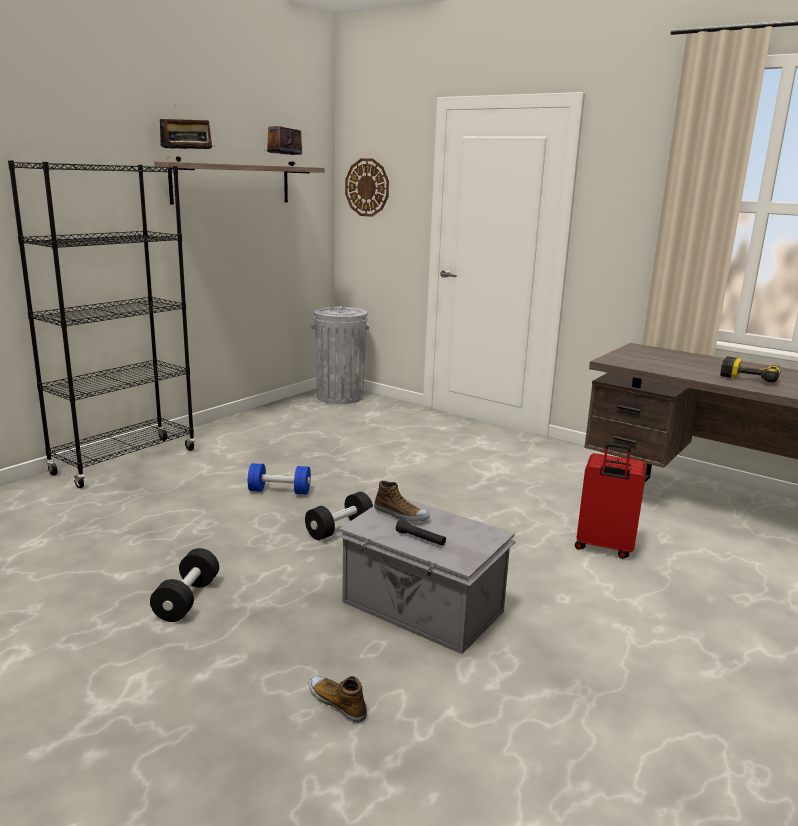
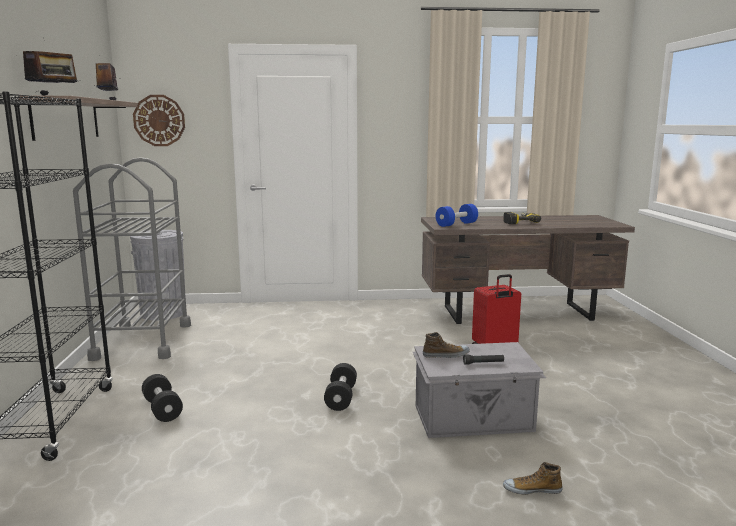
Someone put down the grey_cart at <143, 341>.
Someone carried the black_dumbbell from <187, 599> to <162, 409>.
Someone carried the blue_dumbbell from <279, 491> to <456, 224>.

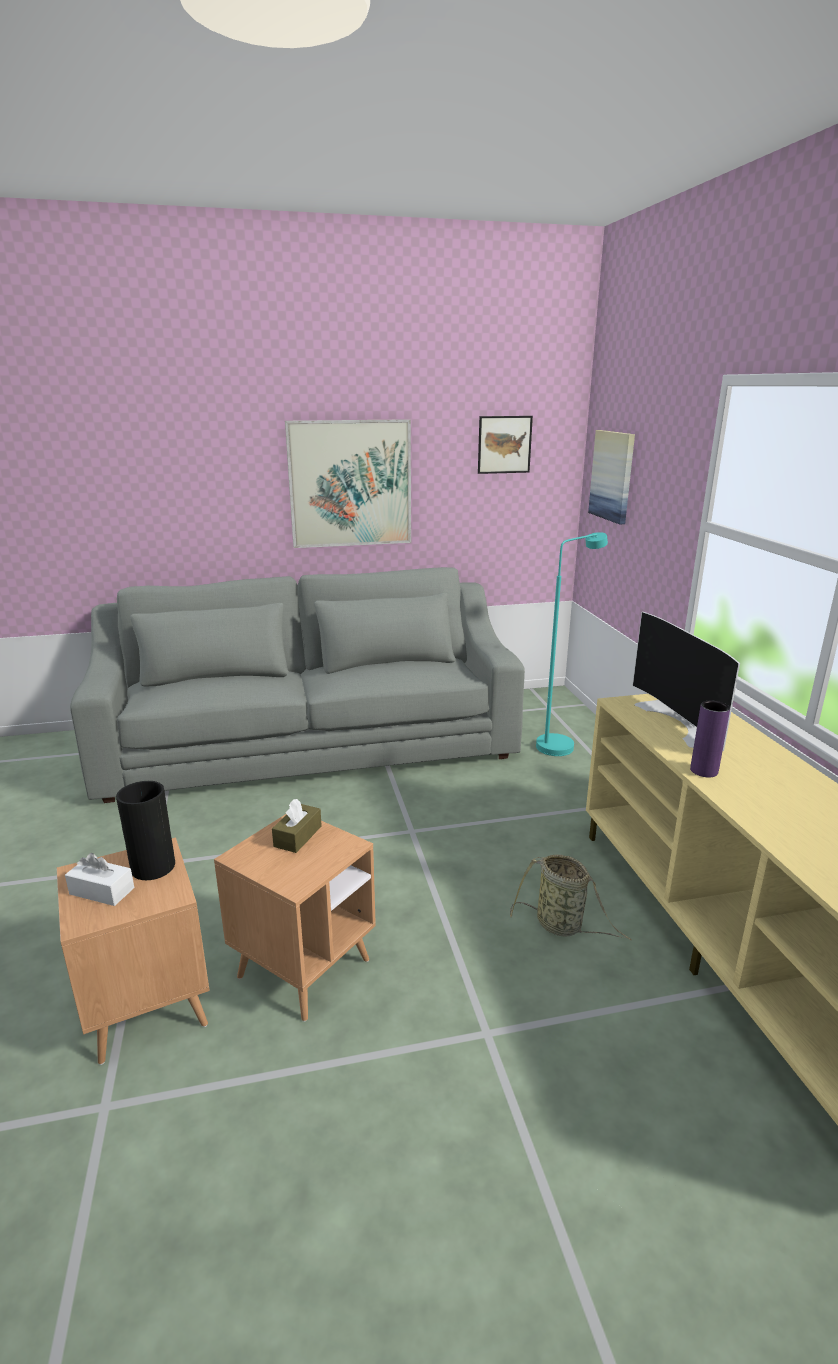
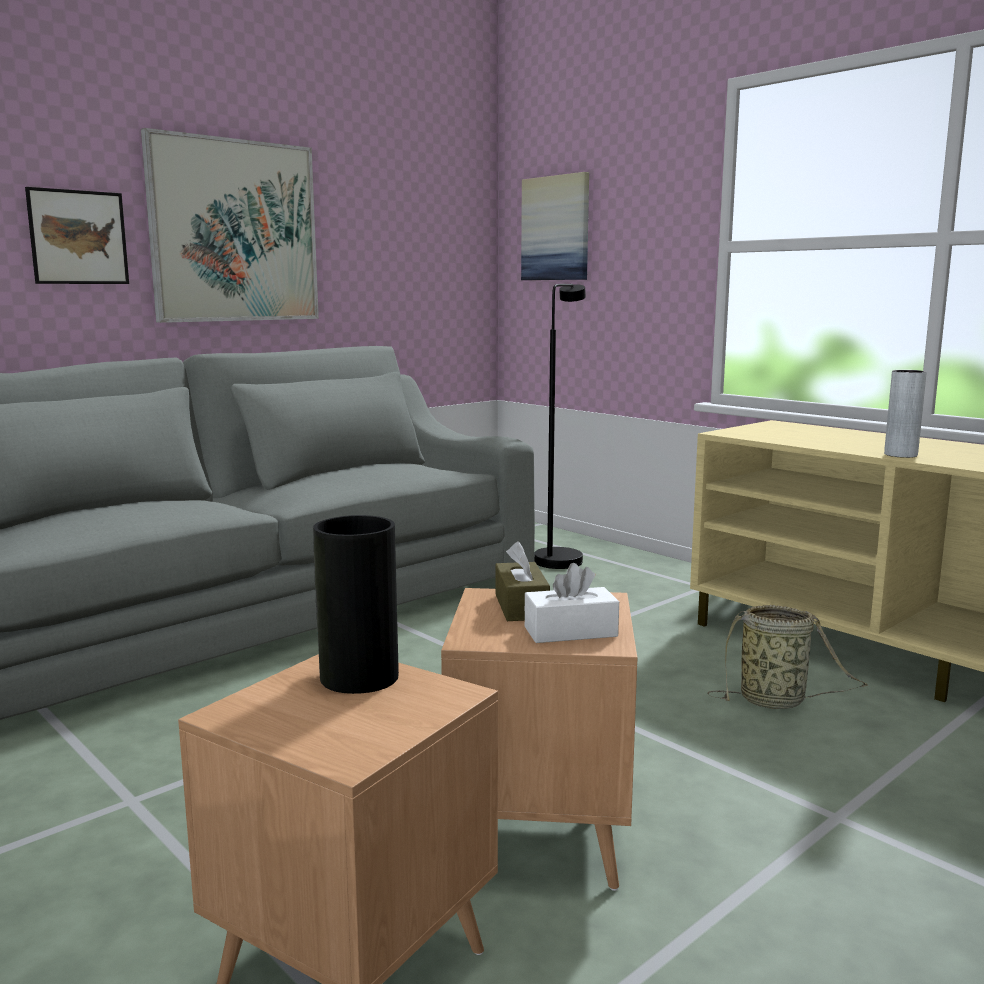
Someone took away the television at <682, 722>.
Someone carried the white_tissue_box from <102, 891> to <570, 631>.
Someone carried the picture from <504, 444> to <78, 237>.
Someone repainted the turquoise_floor_lamp at <560, 743>, which became the black_floor_lamp at <560, 557>.
Someone repainted the purple_vase at <704, 771>, which became the grey_vase at <900, 455>.

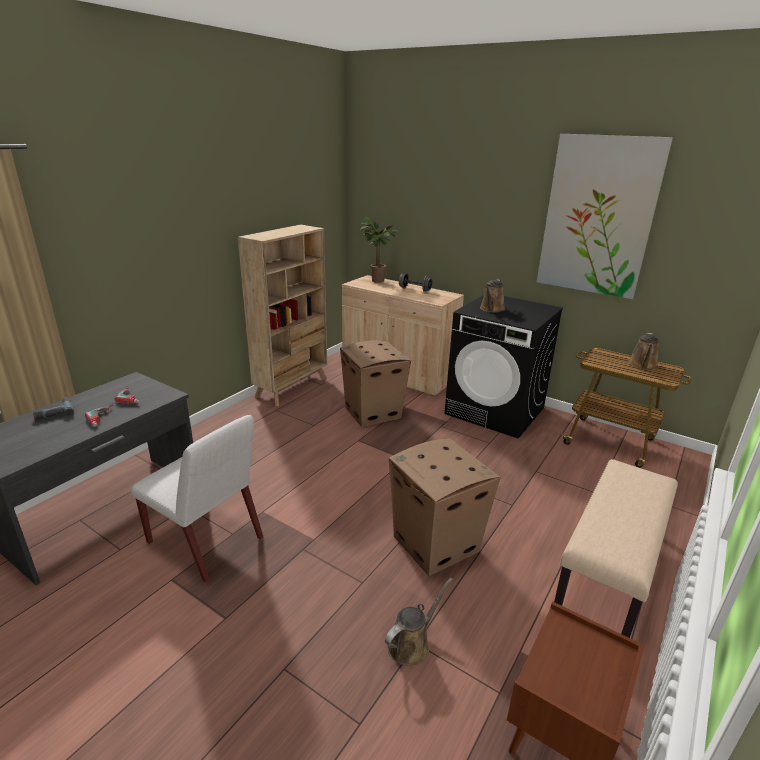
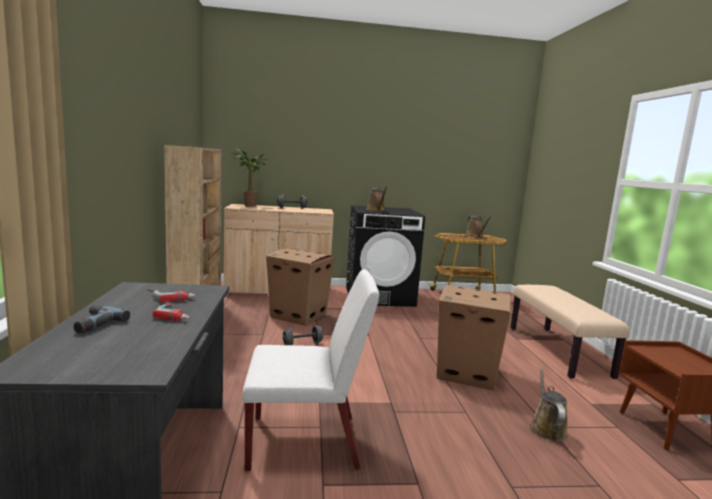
Someone took away the picture at <598, 217>.
Someone put down the grey_dumbbell at <302, 344>.

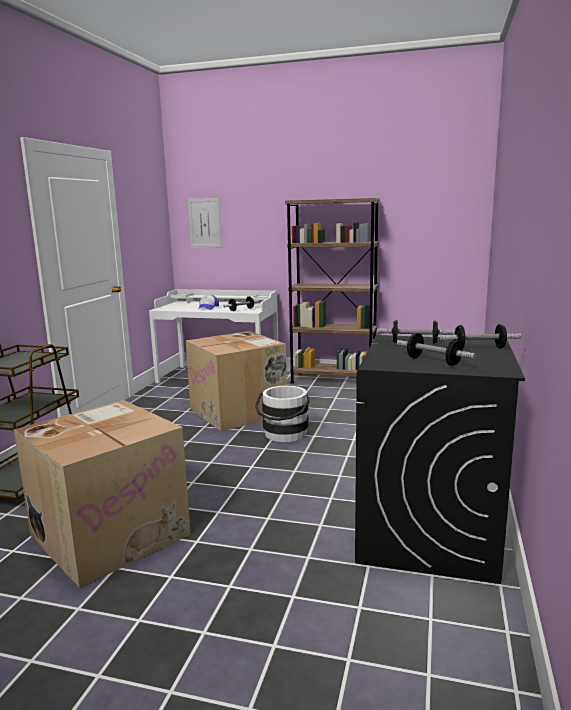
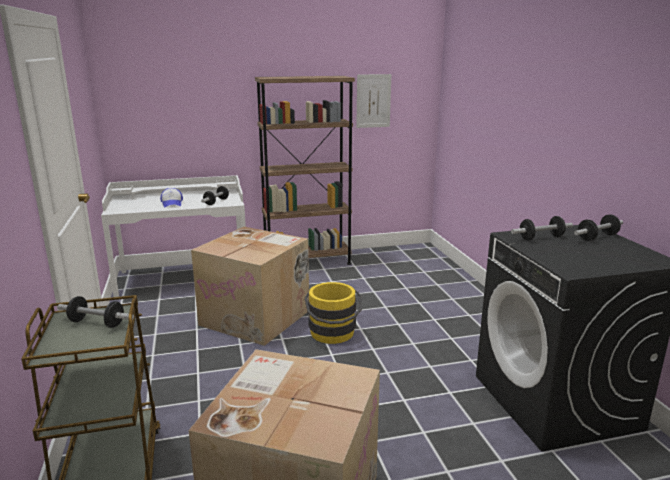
Someone carried the picture from <204, 223> to <373, 101>.
Someone carried the dumbbell from <433, 361> to <97, 323>.
Someone repainted the white_bucket at <284, 435>, which became the yellow_bucket at <333, 335>.

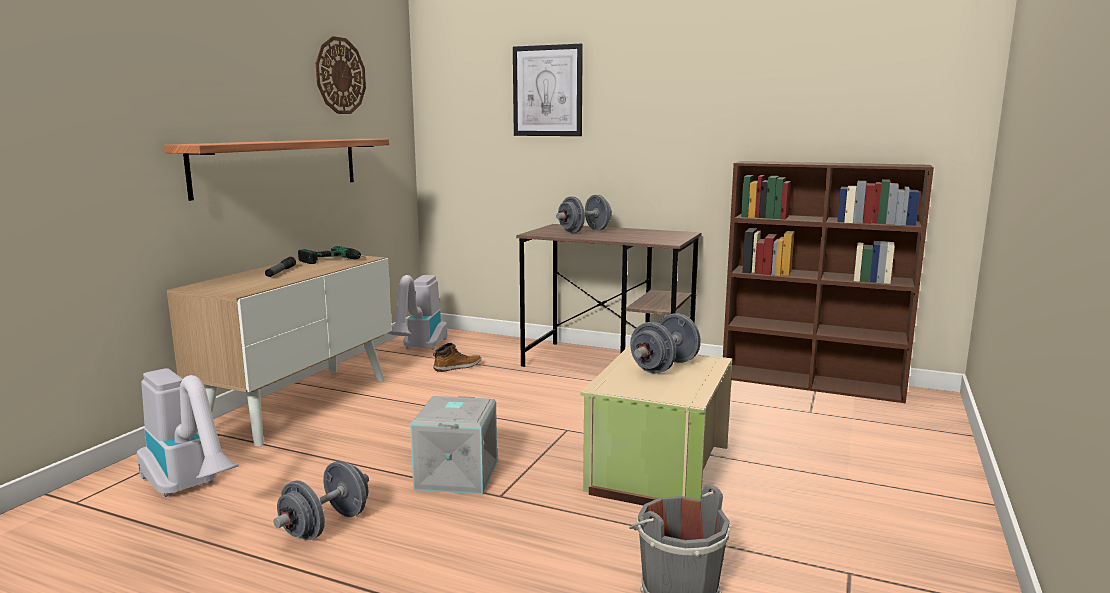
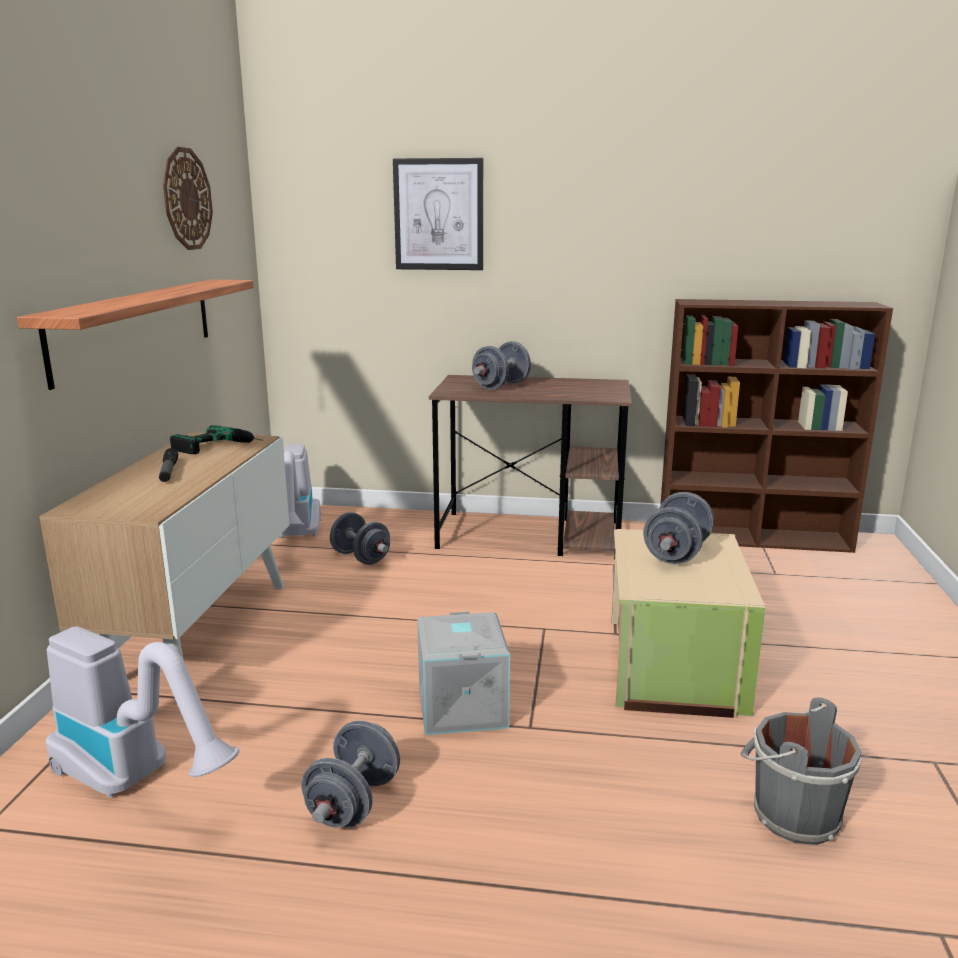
Someone swapped the boot at <457, 367> for the grey_dumbbell at <360, 557>.

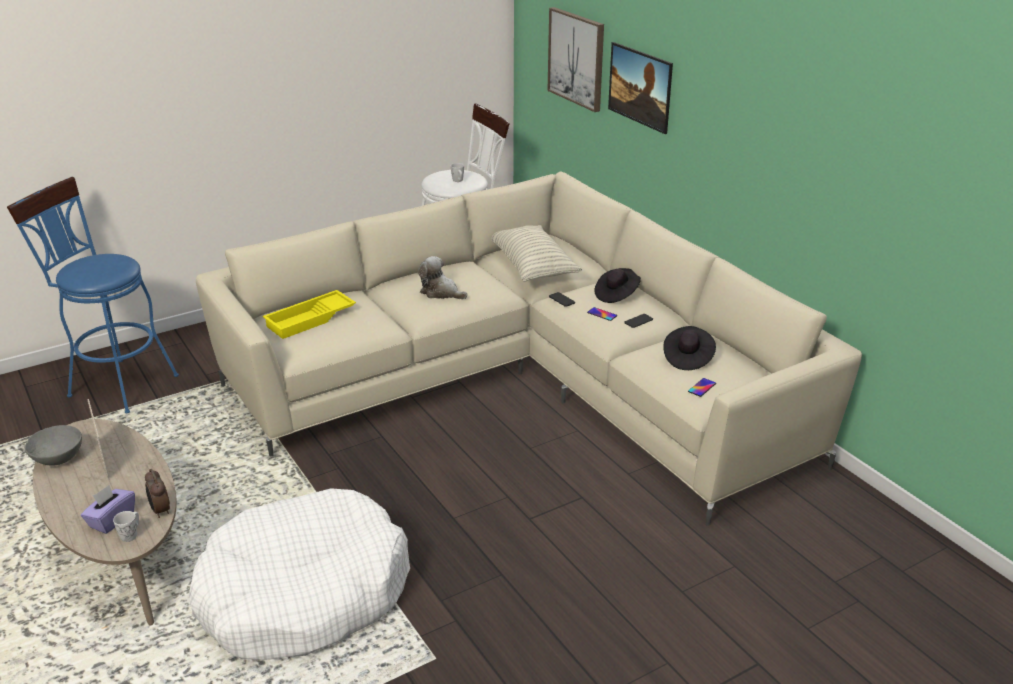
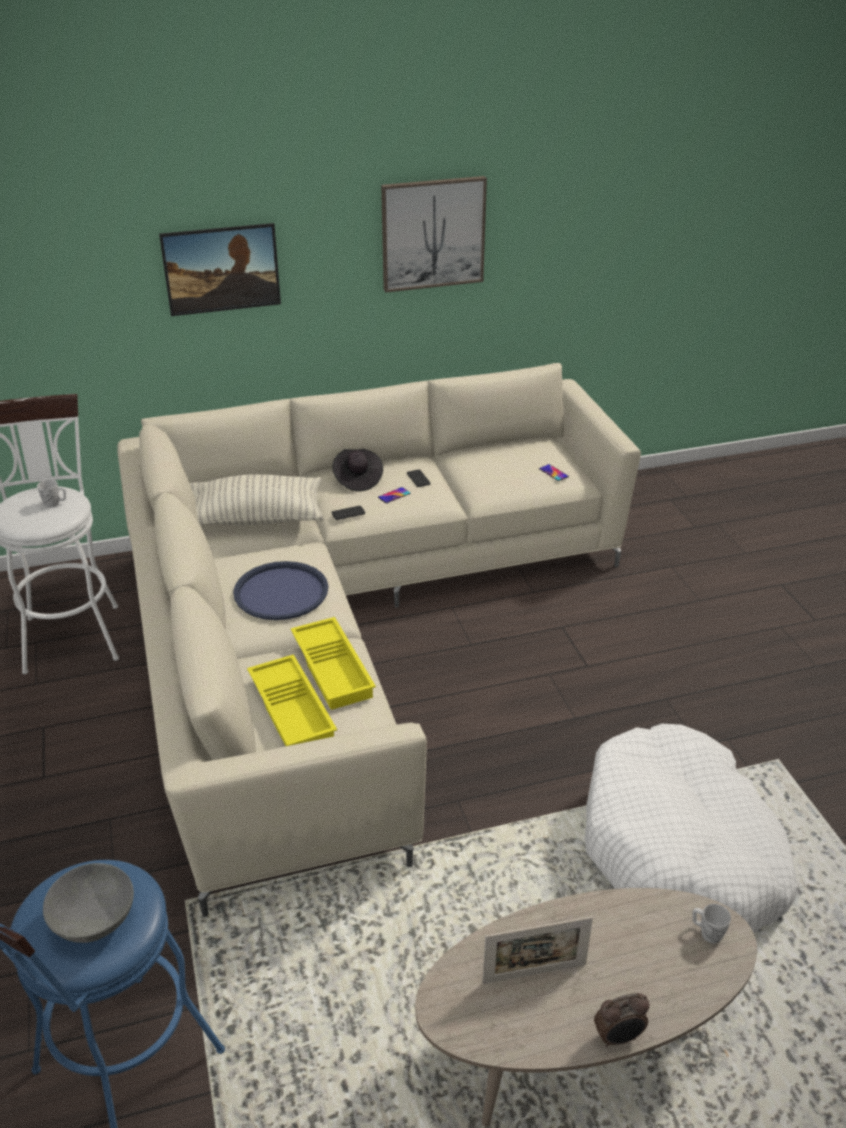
Someone took away the purple_tissue_box at <111, 520>.
Someone took away the black_hat at <687, 358>.
Someone put down the yellow_tray at <334, 668>.
Someone carried the grey_bowl from <58, 458> to <94, 921>.
Someone carried the alarm_clock from <160, 511> to <618, 1038>.
Someone carried the picture from <577, 58> to <433, 233>.
Someone swapped the plush_toy at <441, 292> for the blue_tray at <281, 592>.

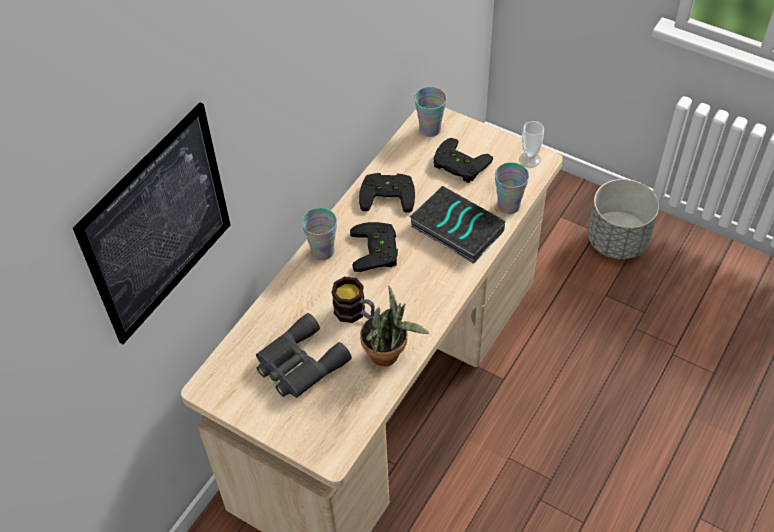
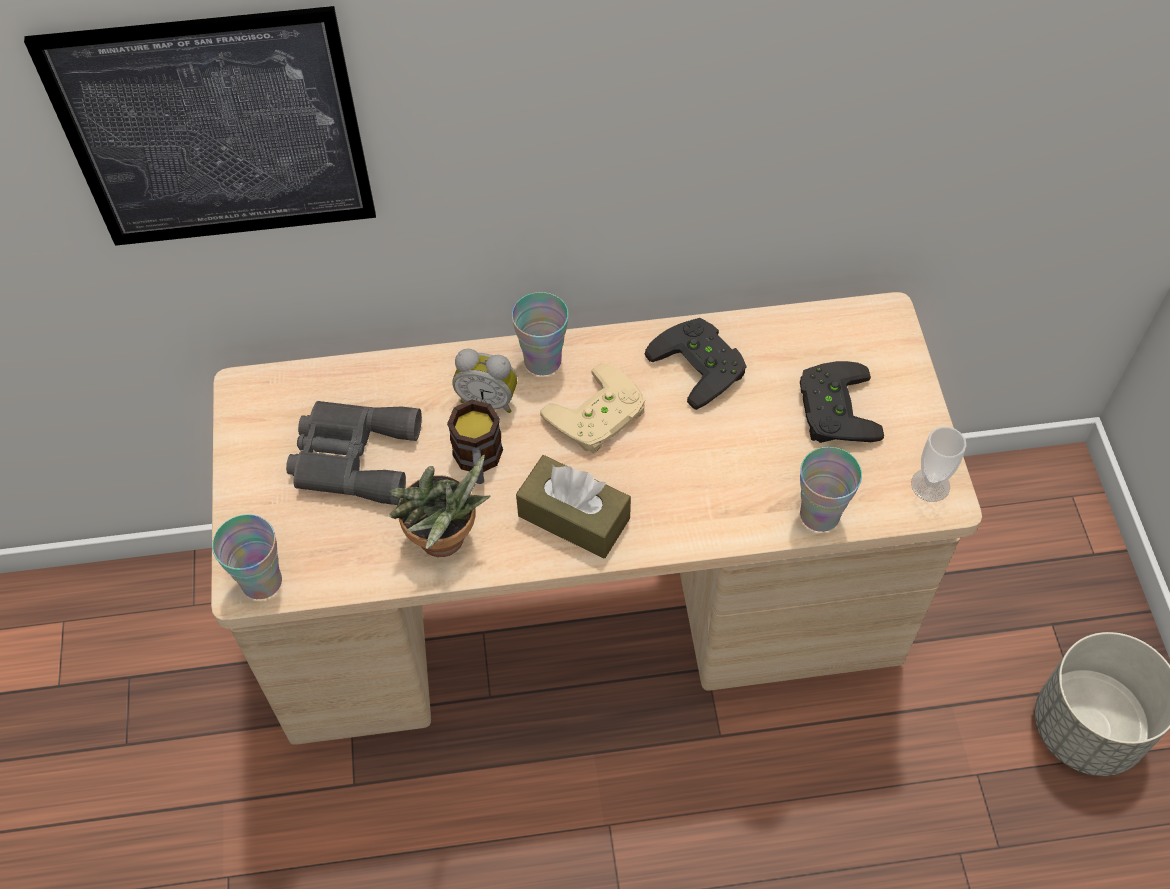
Someone took away the book at <455, 229>.
Someone put down the alarm_clock at <488, 399>.
Someone put down the brown_tissue_box at <574, 517>.
Someone carried the cup from <430, 129> to <261, 581>.
Someone repainted the black_game_controller at <378, 250>, which became the beige_game_controller at <599, 418>.

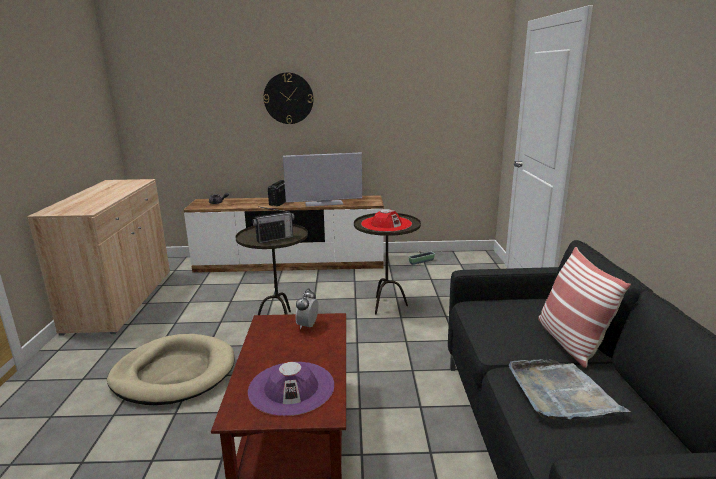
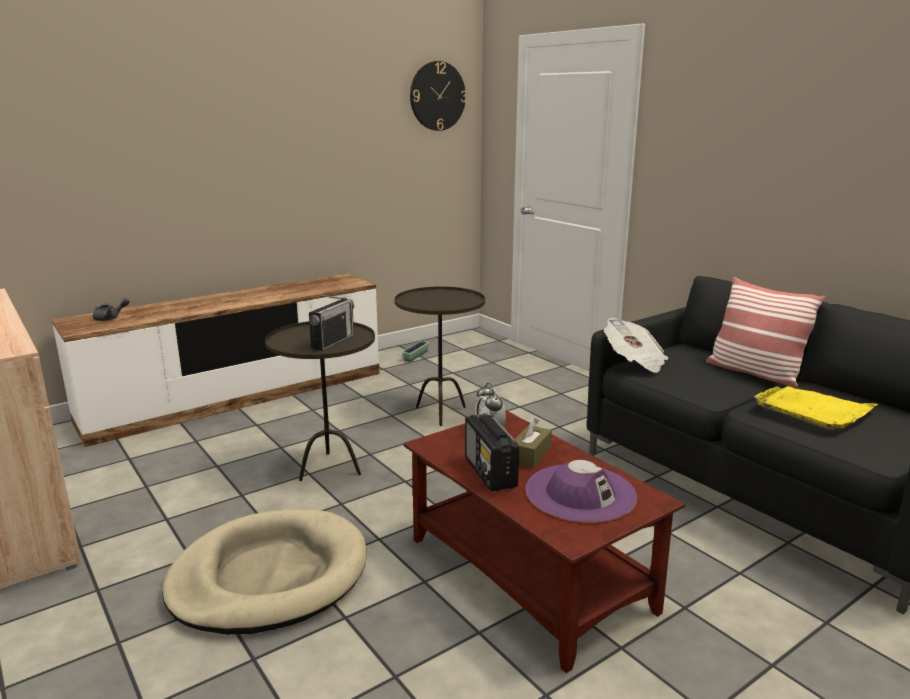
Someone took away the television at <324, 203>.
Someone took away the red_hat at <386, 224>.
Someone put down the brown_tissue_box at <530, 455>.
Someone put down the newspaper at <635, 361>.
Someone carried the wall_clock from <288, 98> to <437, 96>.
Someone carried the radio from <279, 202> to <490, 473>.
Someone repainted the grey_tray at <561, 393>, which became the yellow_tray at <813, 410>.

